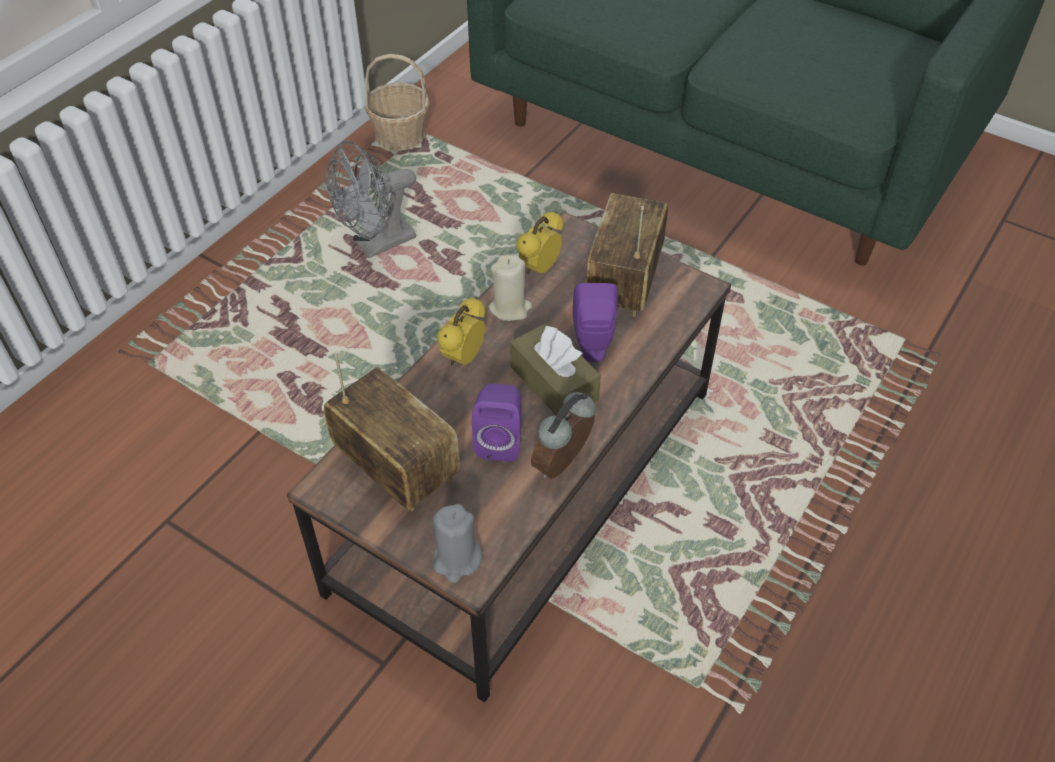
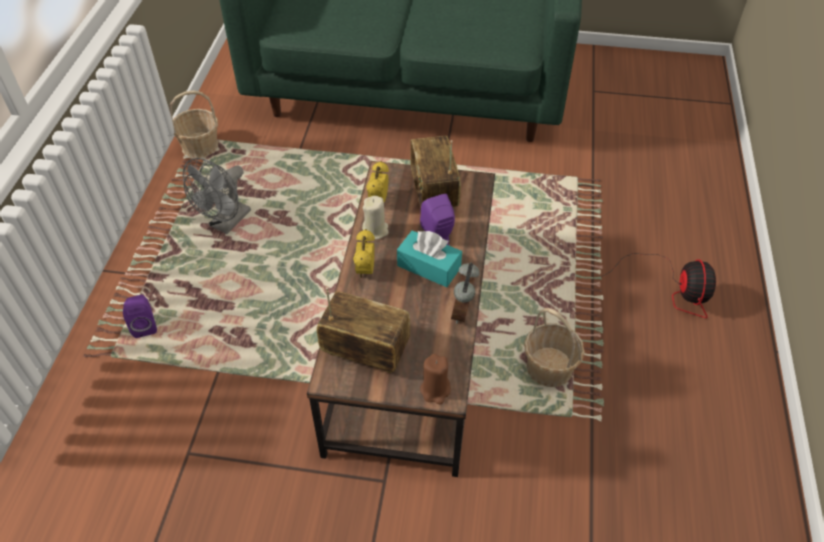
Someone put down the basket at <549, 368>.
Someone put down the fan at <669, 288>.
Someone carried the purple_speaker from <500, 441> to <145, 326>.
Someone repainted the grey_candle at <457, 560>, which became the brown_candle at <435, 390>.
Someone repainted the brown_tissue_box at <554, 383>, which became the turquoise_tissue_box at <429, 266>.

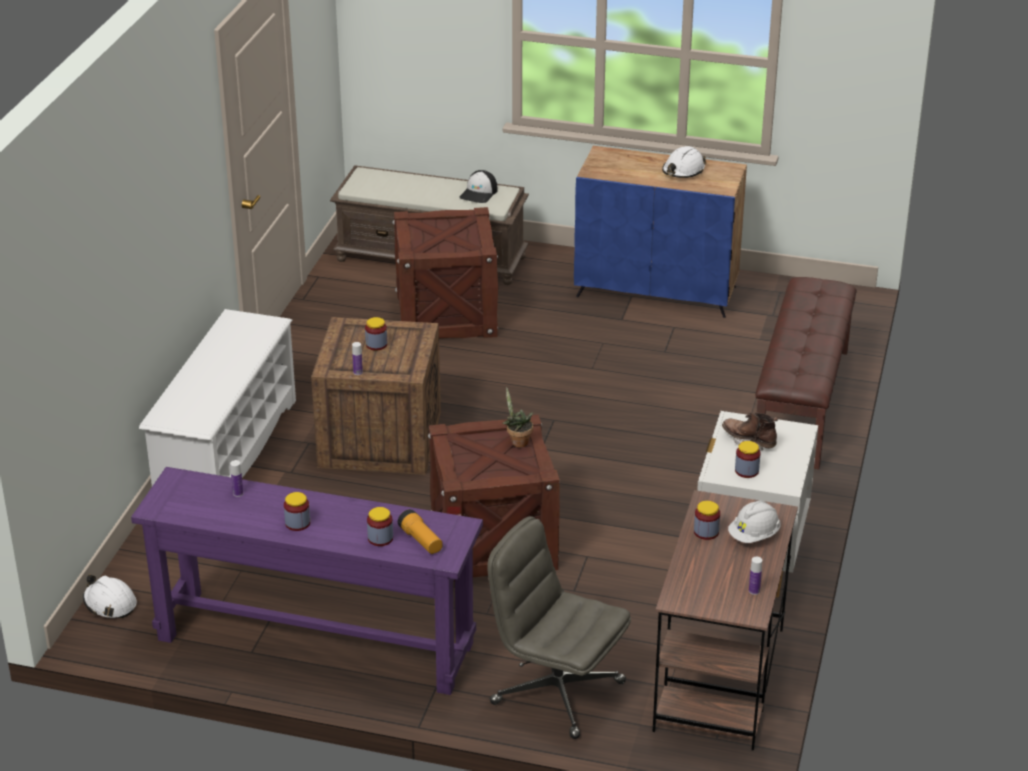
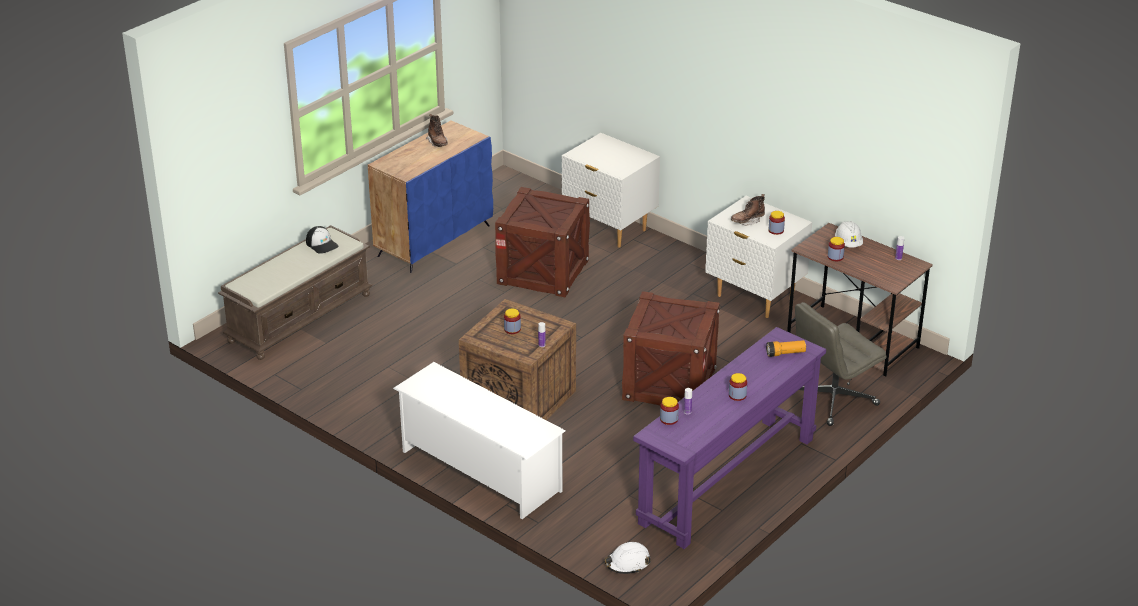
Someone took away the potted_plant at <517, 441>.
Someone carried the jar from <380, 538> to <669, 419>.
Someone carried the crate from <446, 314> to <543, 271>.
Someone swapped the white_hard_hat at <683, 171> for the brown_boot at <438, 143>.
Someone swapped the brown_bench at <803, 403> for the white_nightstand at <609, 229>.

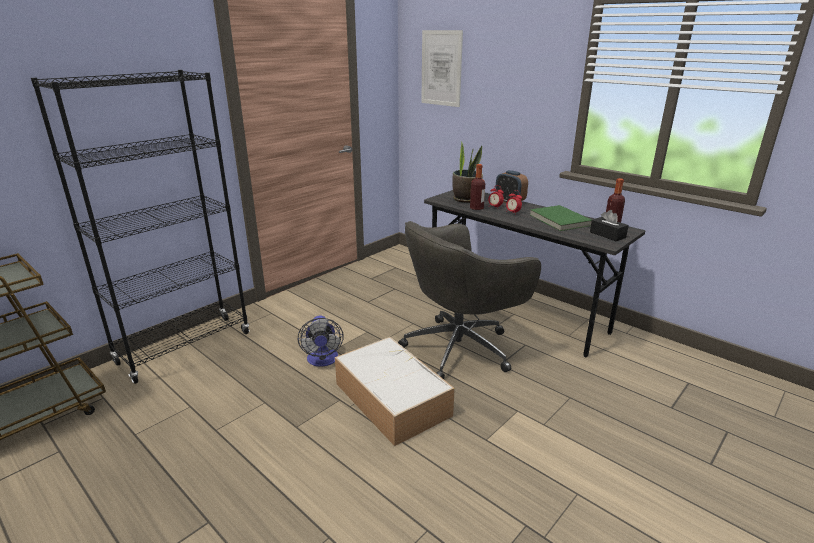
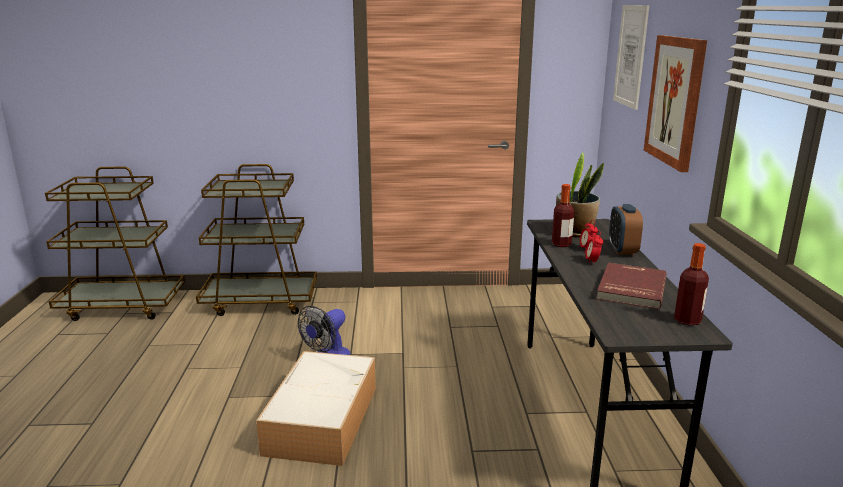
Someone took away the grey_office_chair at <461, 348>.
Someone took away the black_tissue_box at <607, 235>.
Someone put up the picture at <675, 101>.
Someone swapped the black_bookcase at <185, 348> for the brown_cart at <261, 301>.
Someone repainted the green_book at <559, 220>, which became the red_book at <630, 288>.

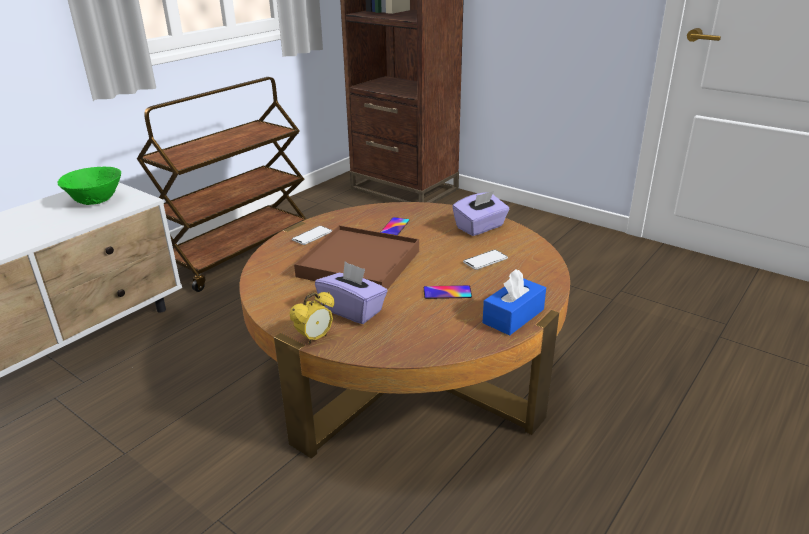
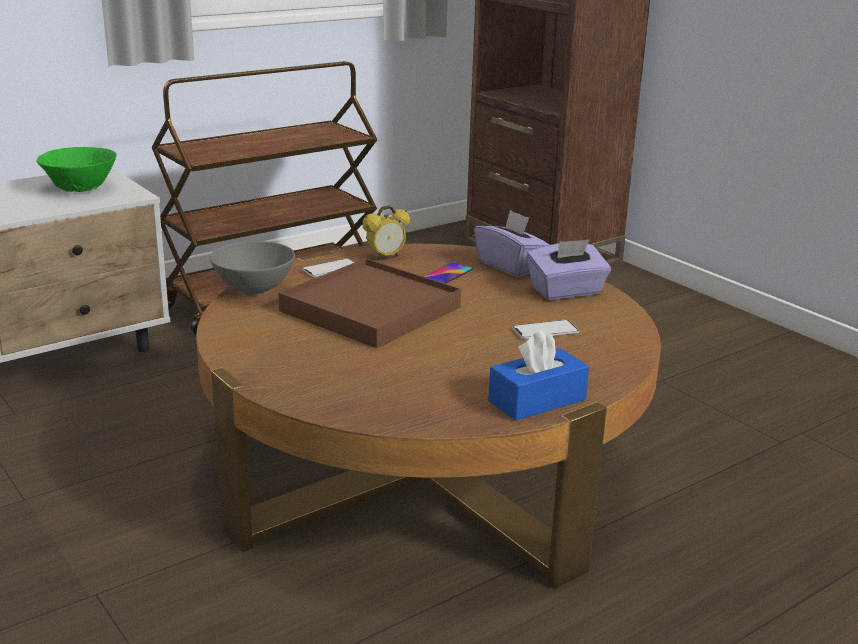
Someone took away the phone at <447, 292>.
Someone put down the grey_bowl at <253, 291>.
Someone carried the alarm_clock from <315, 338> to <386, 257>.
Someone carried the purple_tissue_box from <353, 310> to <511, 266>.

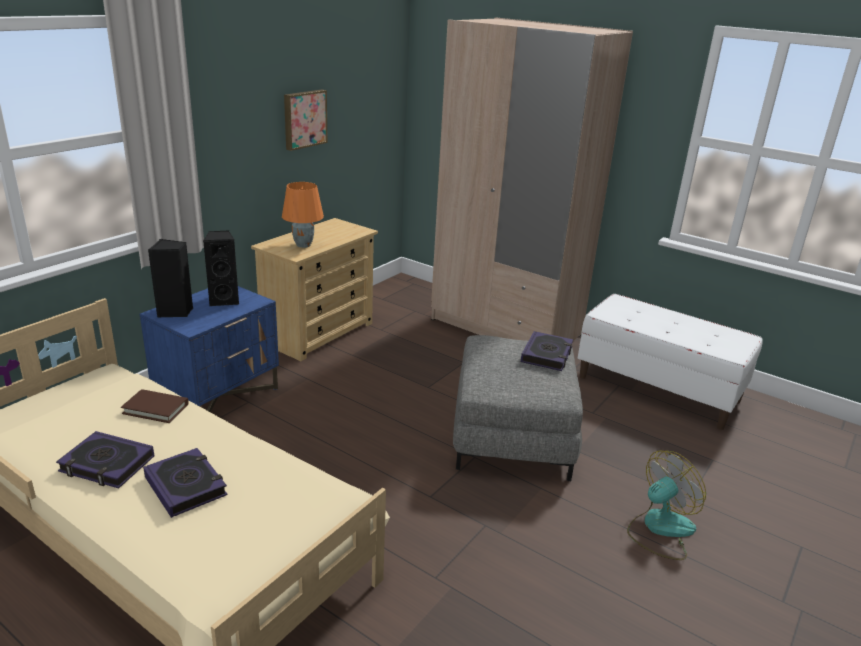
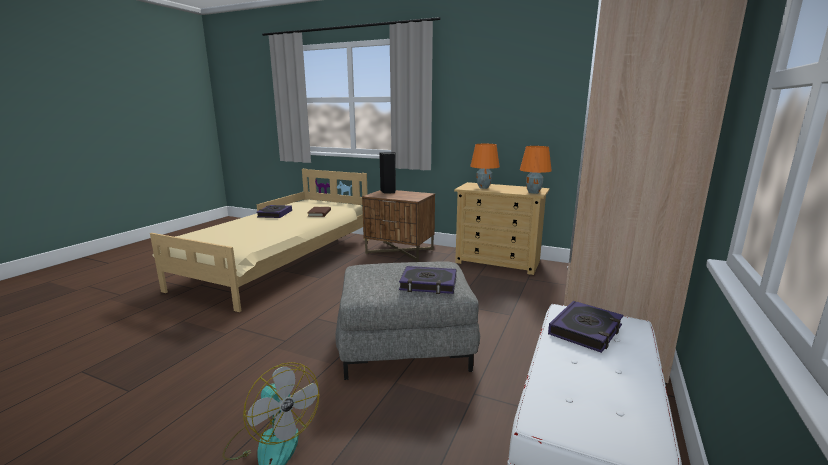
Someone took away the black_speaker at <224, 300>.
Someone took away the picture at <304, 119>.
Someone put down the orange_table_lamp at <533, 192>.
Someone carried the book from <186, 486> to <586, 330>.
Someone repainted the blue_nightstand at <218, 396>, which became the brown_nightstand at <400, 252>.

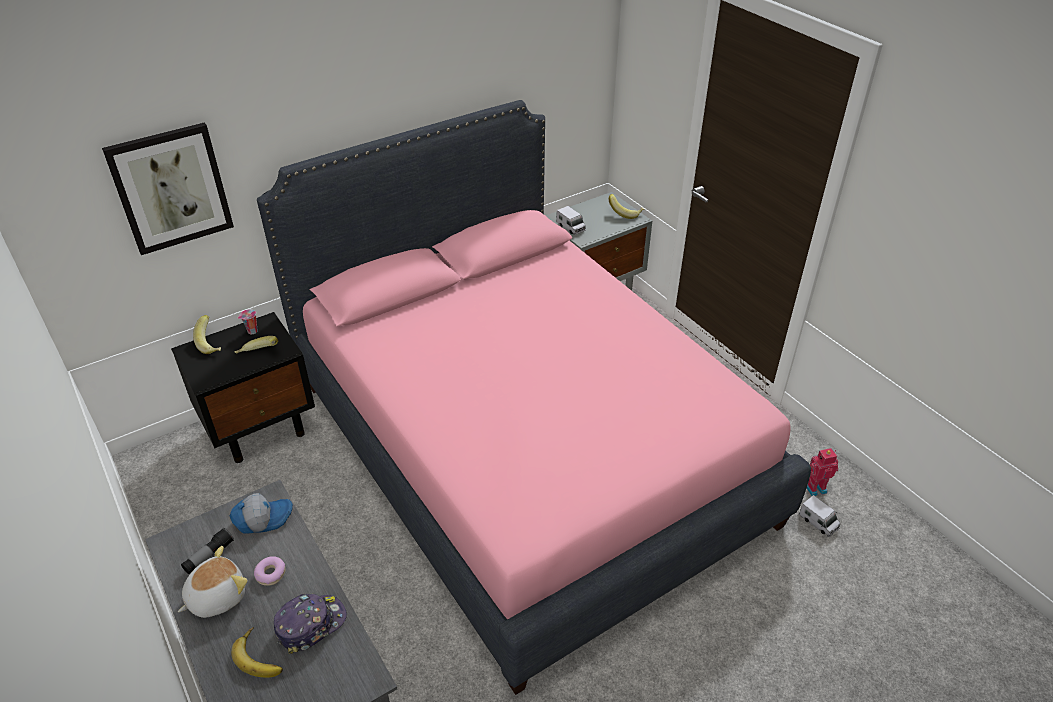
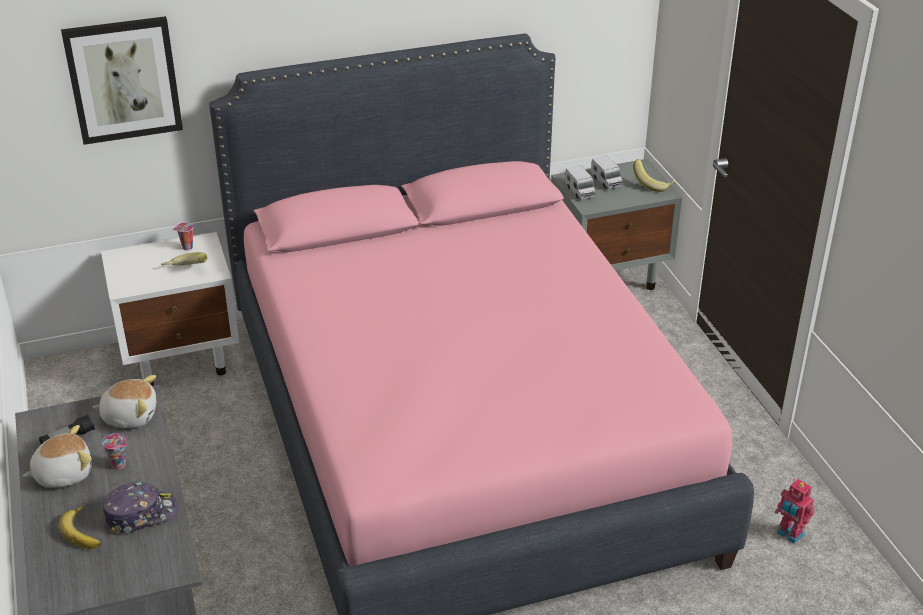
Someone took away the banana at <212, 344>.
Someone carried the toy_truck from <818, 522> to <606, 181>.
Someone swapped the cap at <263, 518> for the plush_toy at <130, 415>.
Someone swapped the donut at <271, 574> for the cup at <120, 464>.
Someone repainted the black_nightstand at <261, 427>, which became the white_nightstand at <182, 359>.
Someone rotated the toy_robot at <815, 488> by 135 degrees counterclockwise.

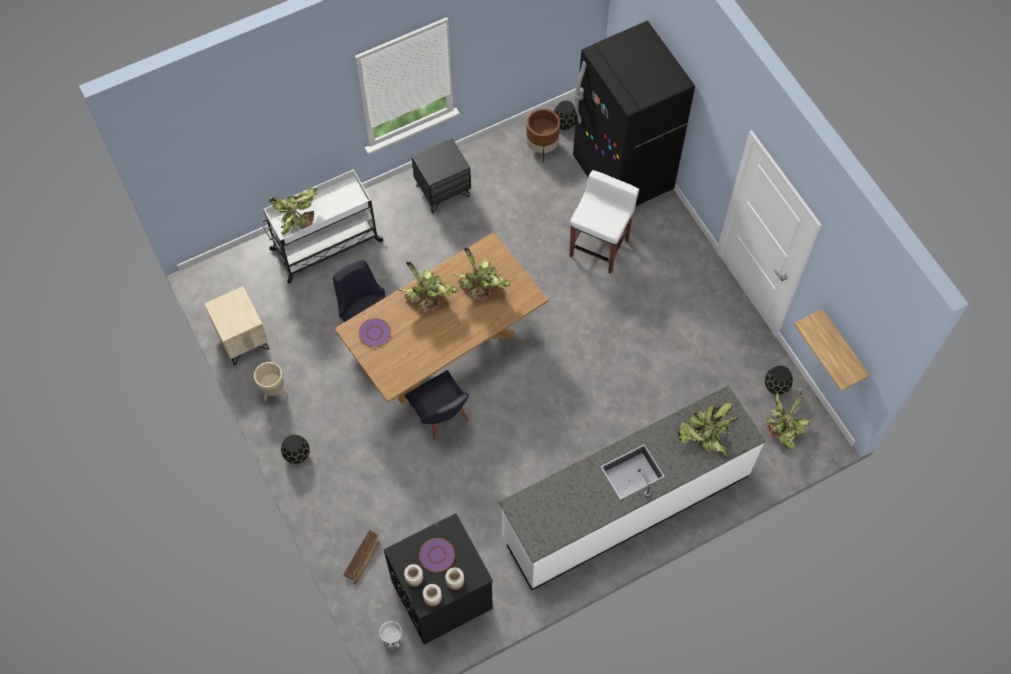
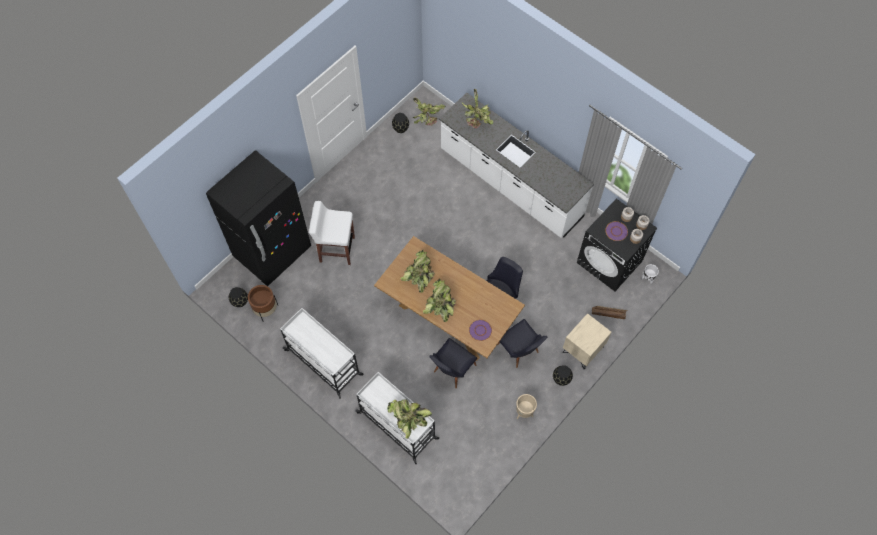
Someone took away the shelf at <843, 347>.
Someone put down the black_chair at <520, 351>.
Someone carried the beige_nightstand from <242, 339> to <583, 350>.
Someone swapped the black_nightstand at <442, 191> for the white_cart at <324, 363>.

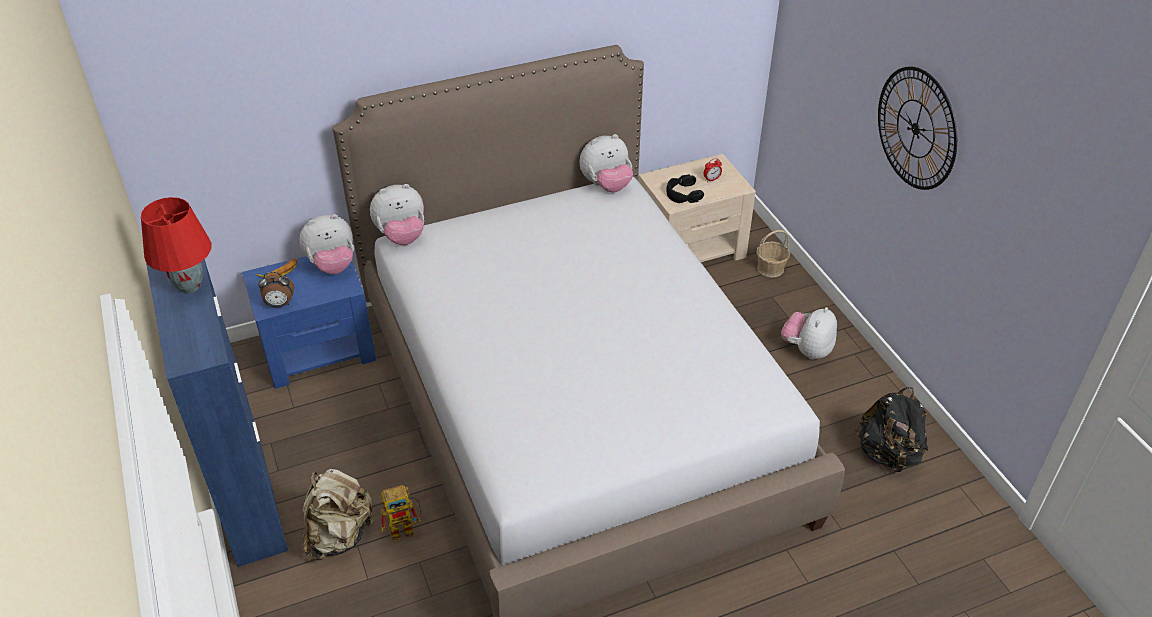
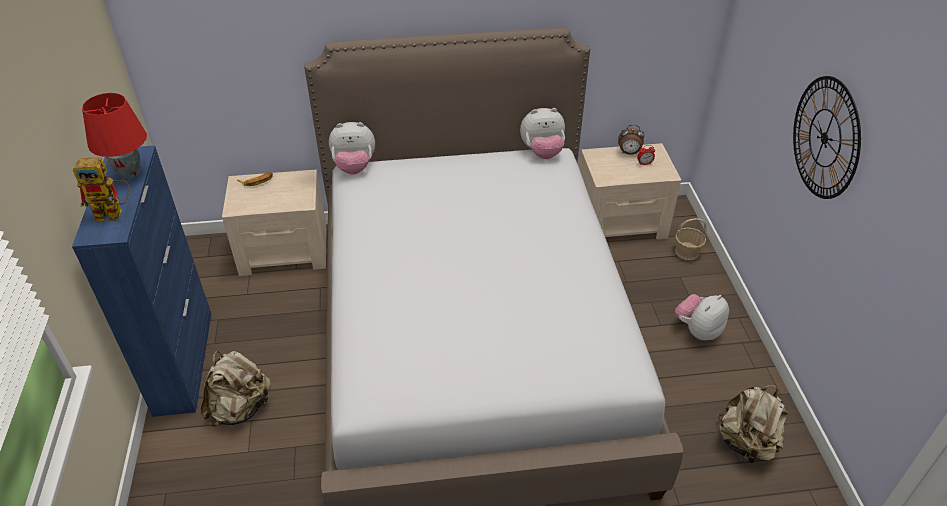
Someone took away the plush_toy at <332, 265>.
Someone took away the black_headphones at <683, 194>.
Someone carried the alarm_clock from <279, 304> to <629, 153>.
Someone carried the toy_robot from <406, 528> to <115, 213>.
Someone repainted the blue_nightstand at <319, 349>, which became the beige_nightstand at <284, 251>.
Someone repainted the black_backpack at <887, 454>, which became the beige_backpack at <746, 443>.

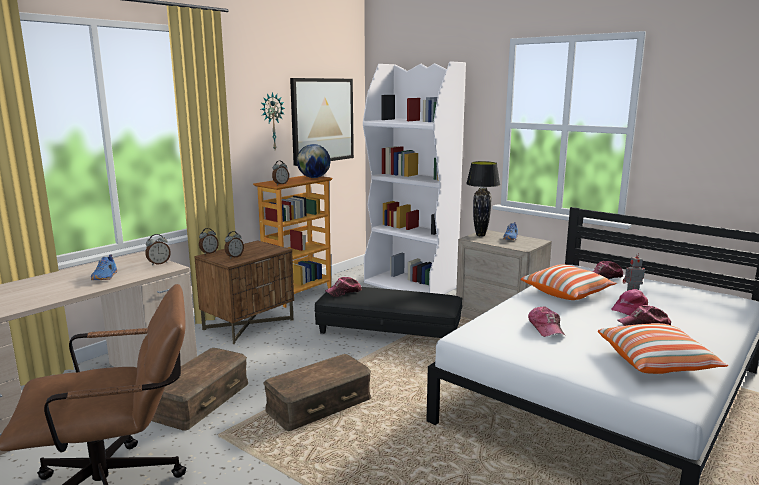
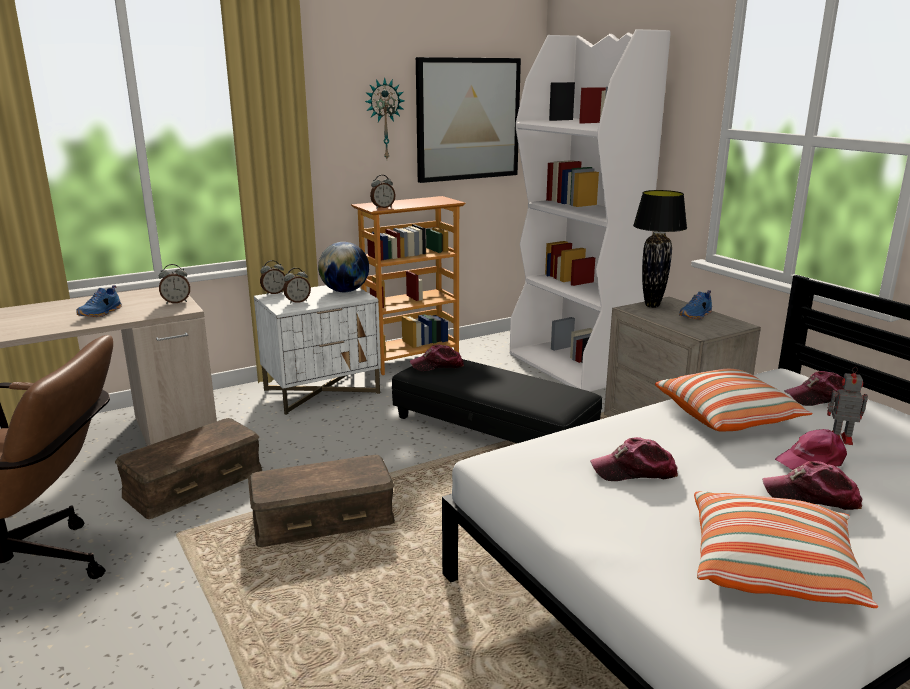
Someone carried the globe from <314, 177> to <345, 291>.
Someone repainted the brown_nightstand at <249, 324>, which became the white_nightstand at <322, 392>.
Someone rotated the cap at <546, 328> by 75 degrees clockwise.

